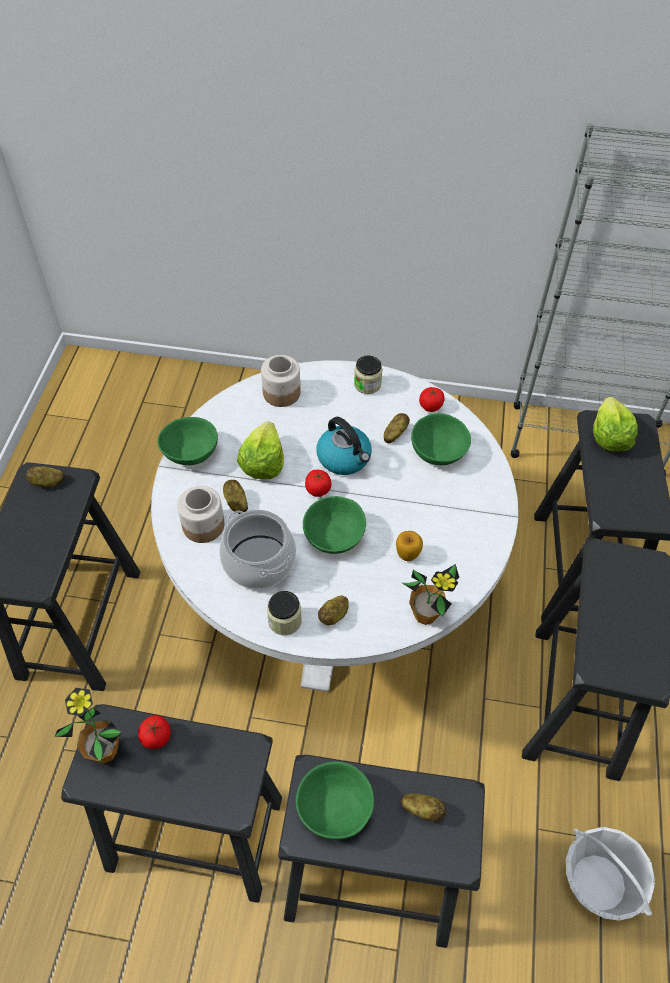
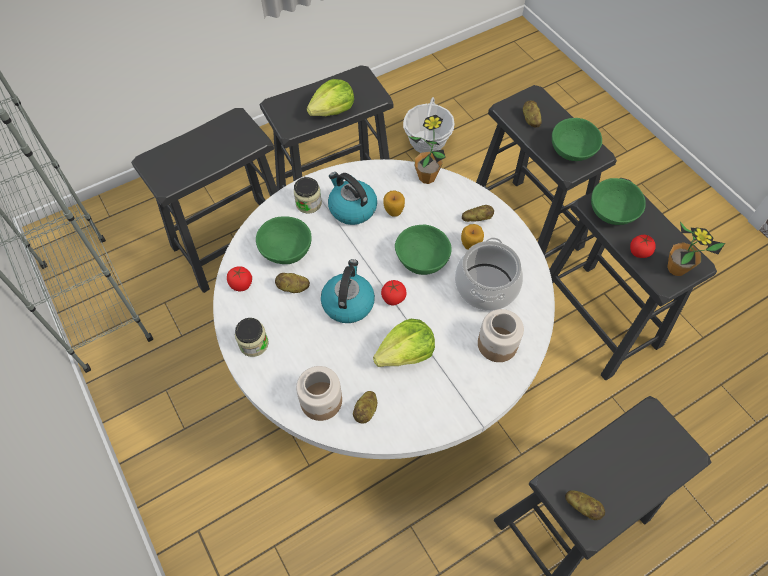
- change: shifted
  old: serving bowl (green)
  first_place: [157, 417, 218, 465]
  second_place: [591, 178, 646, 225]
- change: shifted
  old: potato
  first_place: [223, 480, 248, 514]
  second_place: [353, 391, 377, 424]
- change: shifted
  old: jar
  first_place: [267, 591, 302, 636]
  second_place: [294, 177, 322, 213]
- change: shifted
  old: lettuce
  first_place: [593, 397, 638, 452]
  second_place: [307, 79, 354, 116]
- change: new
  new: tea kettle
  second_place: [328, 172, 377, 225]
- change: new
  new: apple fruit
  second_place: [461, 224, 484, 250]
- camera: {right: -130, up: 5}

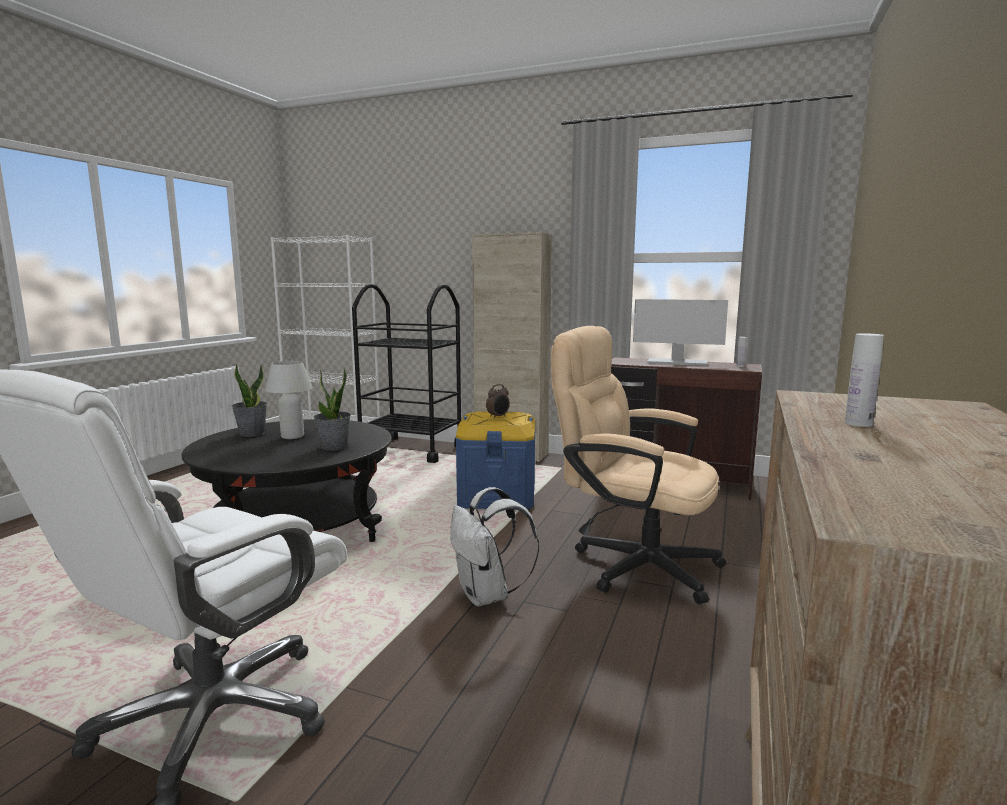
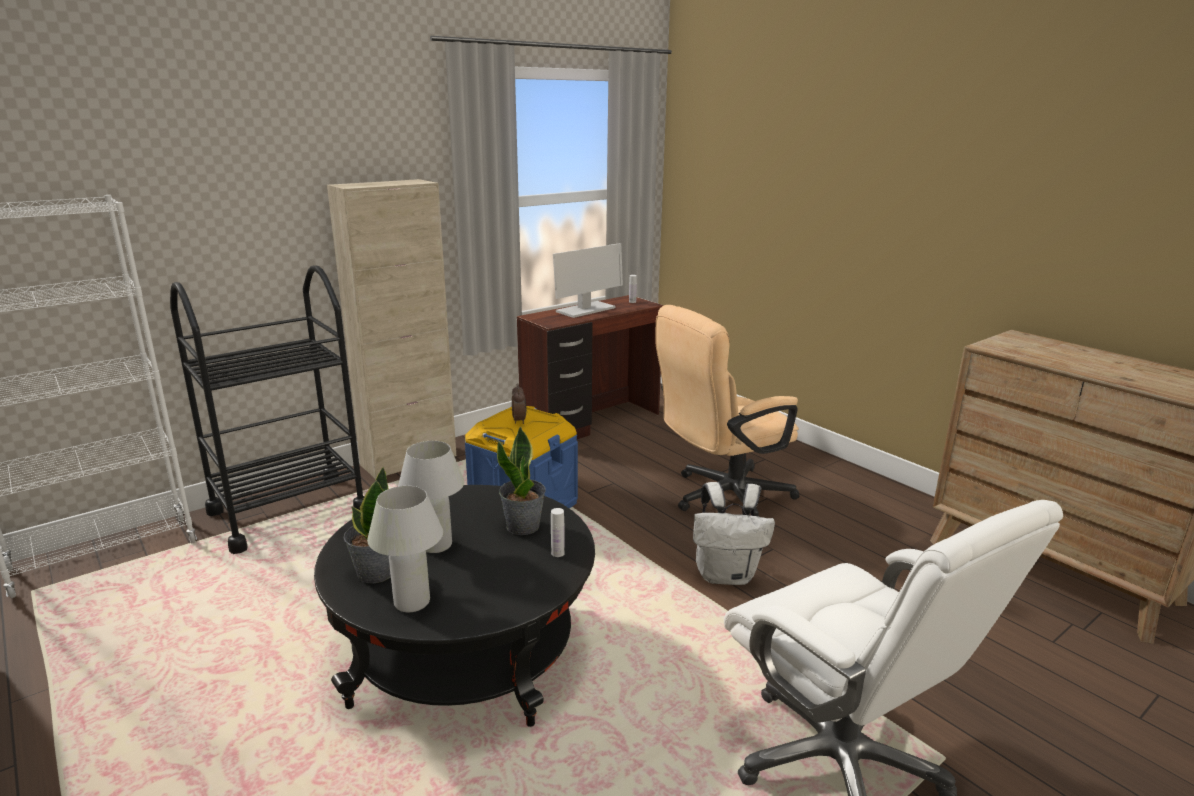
- change: shifted
  old: beverage bottle (whitish)
  first_place: [845, 333, 884, 427]
  second_place: [551, 508, 565, 557]
- change: new
  new: lamp for a table (whitish)
  second_place: [367, 486, 443, 612]
- camera: {right: -60, up: 10}

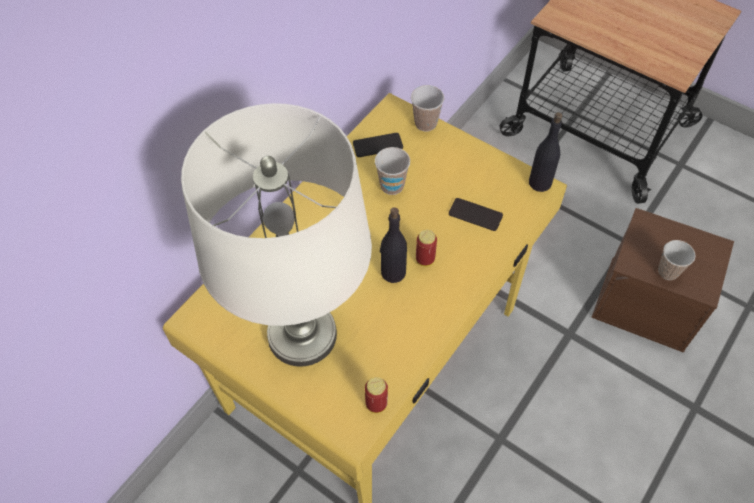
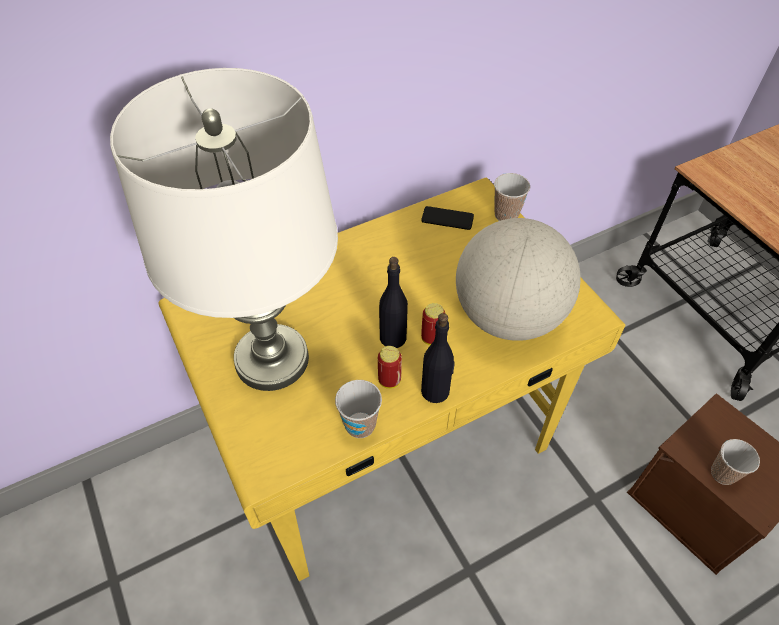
- change: shifted
  old: metal can
  first_place: [365, 377, 388, 413]
  second_place: [378, 346, 402, 389]
- change: shifted
  old: drinking cup
  first_place: [375, 147, 410, 195]
  second_place: [335, 380, 382, 438]
- change: swapped
  old: handset
  new: world globe
  first_place: [449, 198, 503, 231]
  second_place: [456, 218, 581, 341]
- change: shifted
  old: beverage bottle (black)
  first_place: [529, 112, 562, 192]
  second_place: [421, 313, 455, 403]
- camera: {right: 25, up: -5}

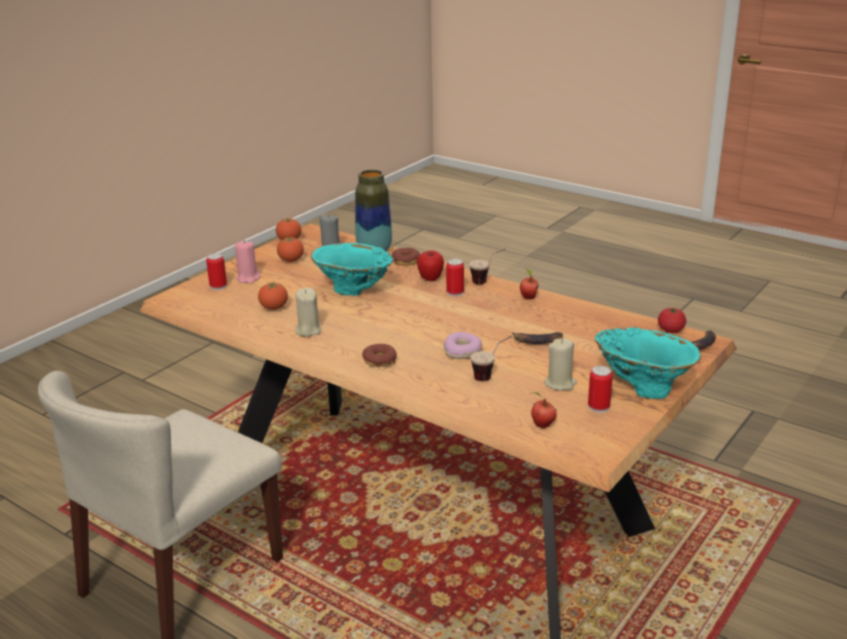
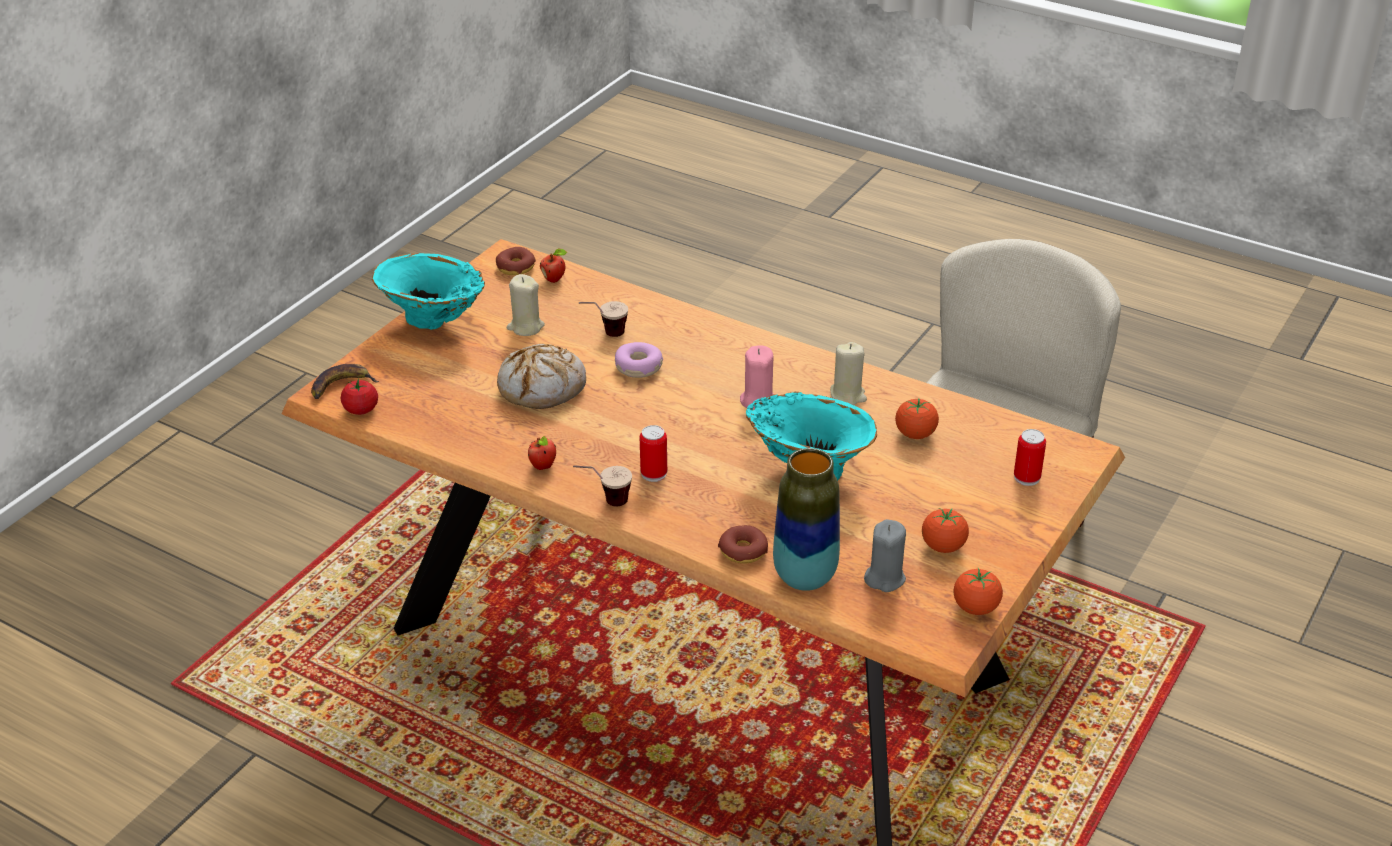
- change: shifted
  old: wax candle (pink-coloured)
  first_place: [235, 240, 260, 283]
  second_place: [740, 345, 774, 410]
- change: shifted
  old: doughnut
  first_place: [362, 344, 397, 367]
  second_place: [496, 247, 536, 275]
- change: gone
  old: apple fruit
  first_place: [417, 250, 444, 281]
- change: swapped
  old: whole banana
  new: bakery bread
  first_place: [512, 332, 563, 344]
  second_place: [497, 344, 586, 409]
- change: gone
  old: metal can
  first_place: [588, 366, 613, 413]
- camera: {right: 175, up: 10}

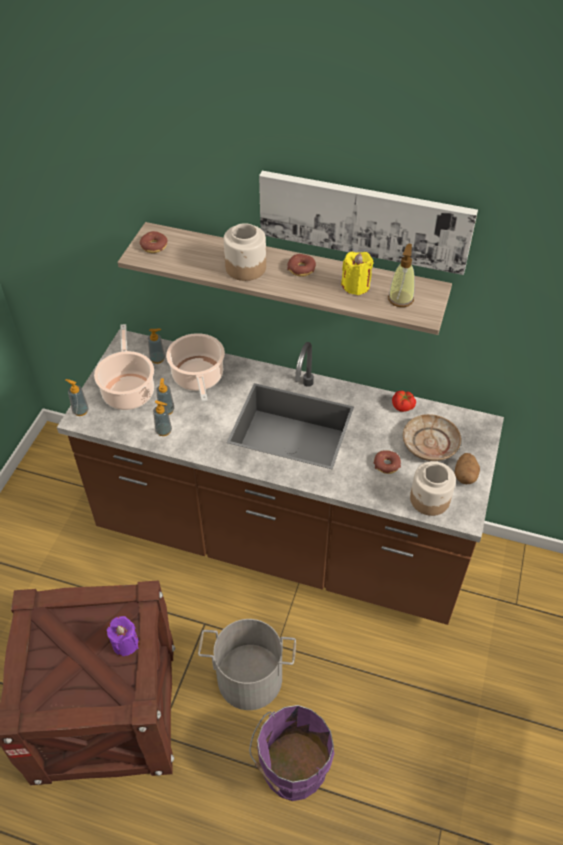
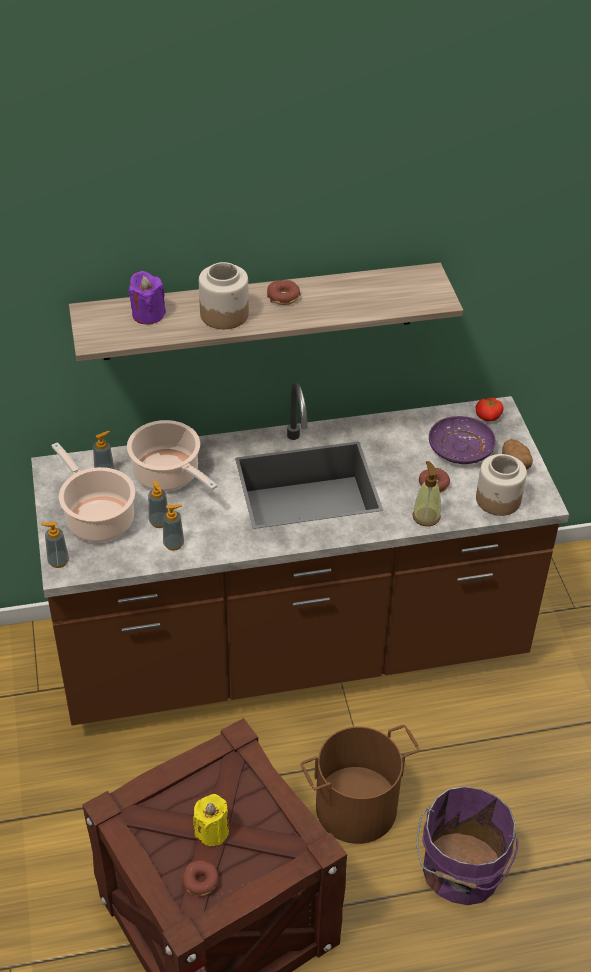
- change: shifted
  old: wax candle (purplish)
  first_place: [107, 616, 139, 656]
  second_place: [129, 271, 166, 325]
- change: shifted
  old: doughnut
  first_place: [140, 231, 168, 253]
  second_place: [182, 861, 219, 896]
- change: repainted
  old: water bucket (grey)
  new: water bucket (brownish)
  first_place: [198, 619, 296, 710]
  second_place: [301, 725, 420, 844]
- change: gone
  old: picture
  first_place: [259, 171, 478, 275]
- change: shifted
  old: wax candle (yellow)
  first_place: [341, 252, 374, 295]
  second_place: [193, 794, 229, 846]
- change: shifted
  old: liquid soap bottle
  first_place: [388, 243, 415, 307]
  second_place: [413, 461, 441, 526]
- change: shifted
  old: tomato
  first_place: [392, 391, 416, 412]
  second_place: [476, 398, 504, 422]
- change: repainted
  old: dinner plate (beige-coloured)
  new: dinner plate (purplish)
  first_place: [403, 414, 461, 461]
  second_place: [429, 416, 496, 464]
- camera: {right: -30, up: -5}

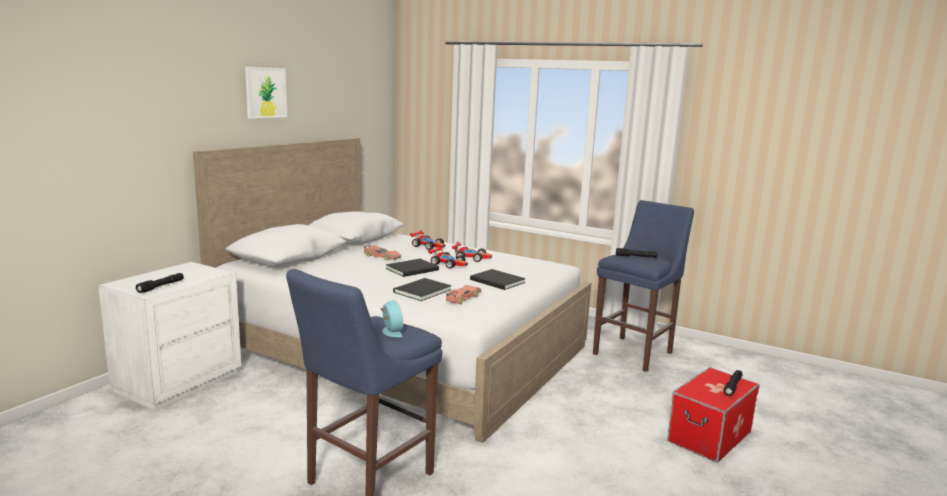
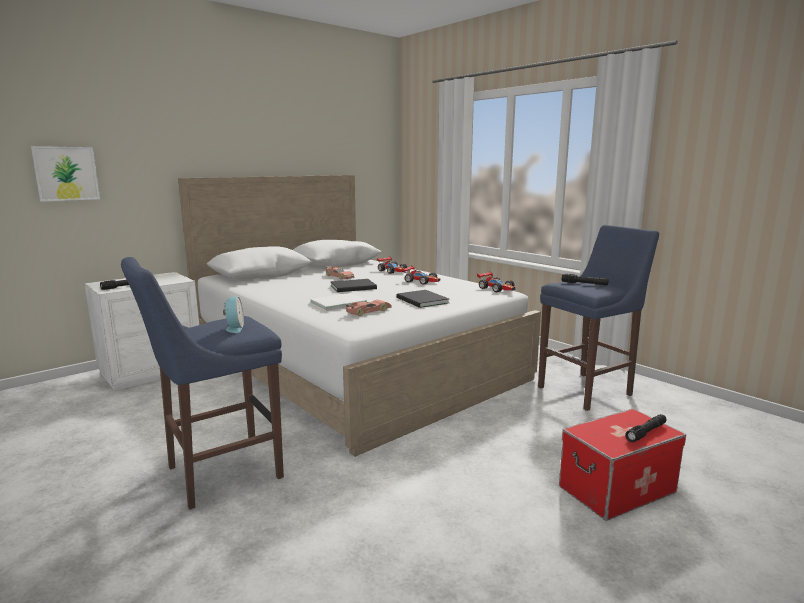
- change: shifted
  old: picture
  first_place: [245, 67, 287, 118]
  second_place: [31, 146, 100, 202]
- change: repainted
  old: volume (black)
  new: volume (whitish)
  first_place: [393, 278, 452, 301]
  second_place: [311, 293, 367, 311]
- change: shifted
  old: toy car
  first_place: [428, 246, 468, 269]
  second_place: [477, 271, 516, 292]
- camera: {right: 20, up: 0}

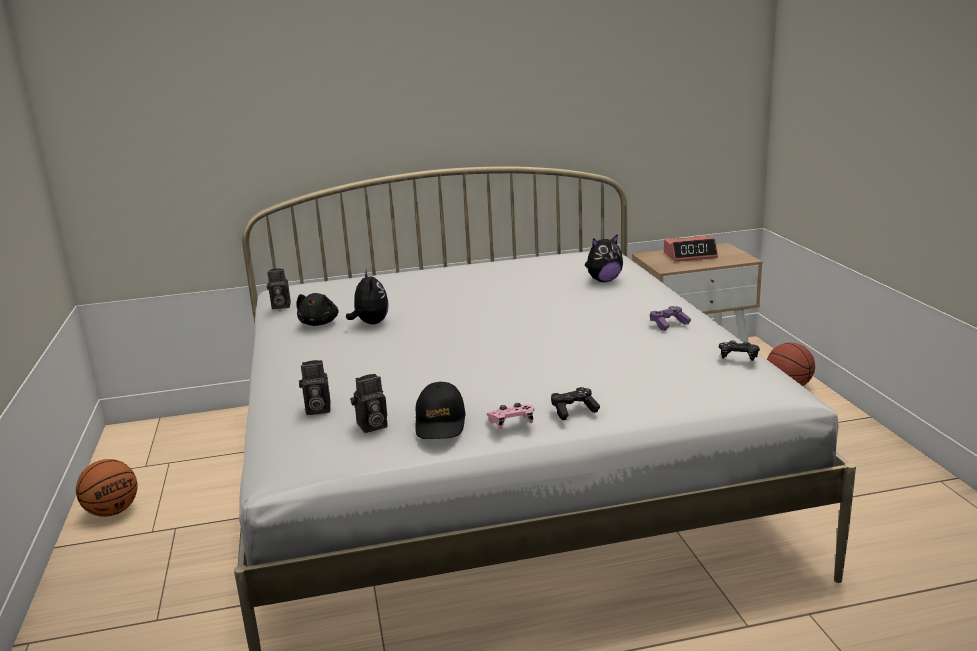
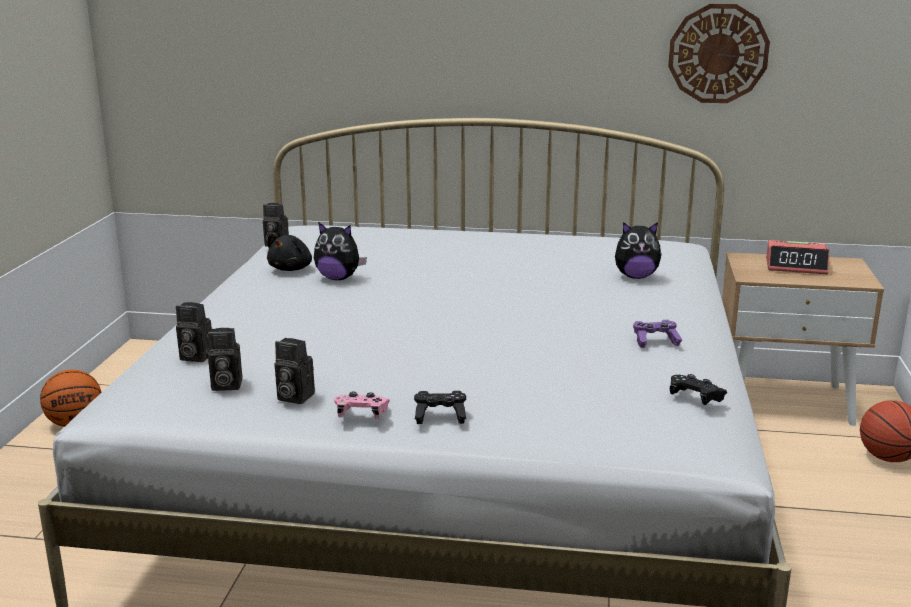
- change: rotated
  old: plush toy
  first_place: [346, 269, 389, 324]
  second_place: [314, 222, 367, 280]
  degrees: 105
- change: swapped
  old: peaked cap (black)
  new: still camera
  first_place: [415, 382, 466, 439]
  second_place: [275, 338, 315, 404]
- change: new
  new: hanging clock
  second_place: [668, 4, 770, 103]
- camera: {right: 20, up: 0}

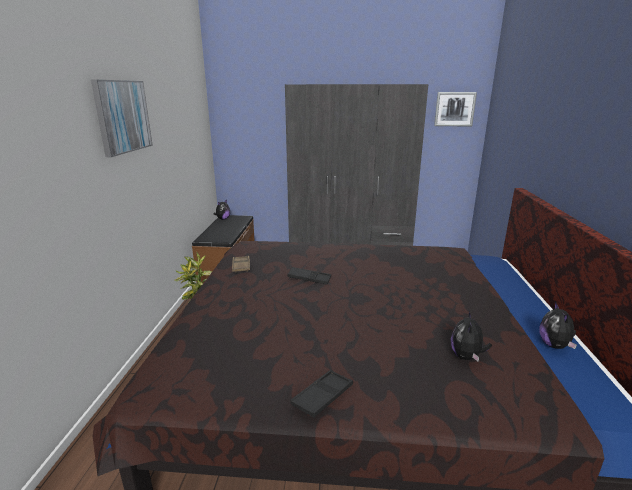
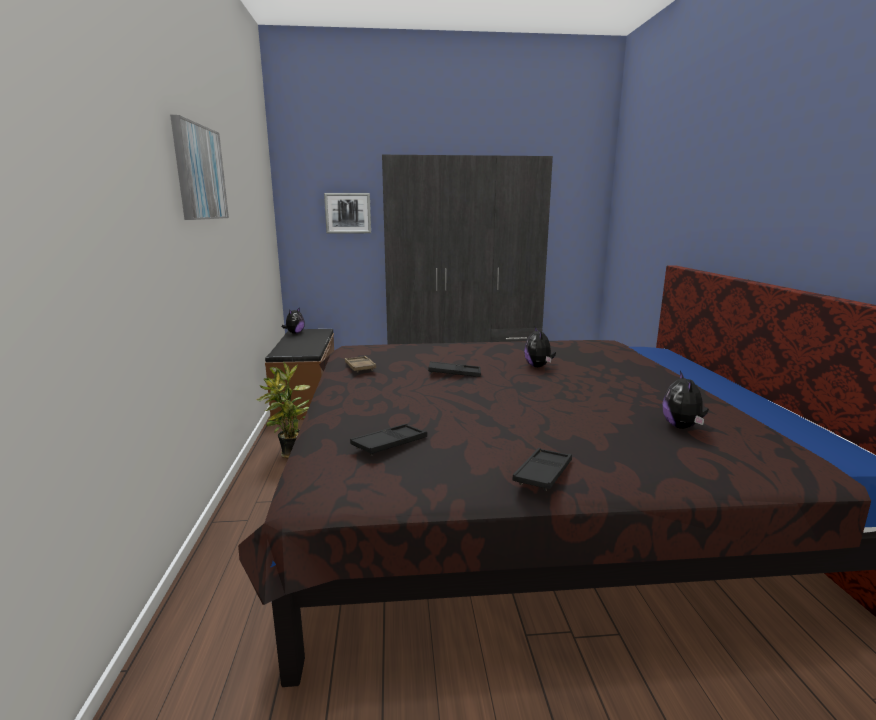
- change: shifted
  old: picture
  first_place: [434, 92, 477, 126]
  second_place: [324, 193, 371, 234]
- change: shifted
  old: plush toy
  first_place: [539, 302, 577, 349]
  second_place: [524, 327, 556, 367]
- change: new
  new: carrying tray (black)
  second_place: [350, 424, 427, 456]
- camera: {right: -10, up: -5}

